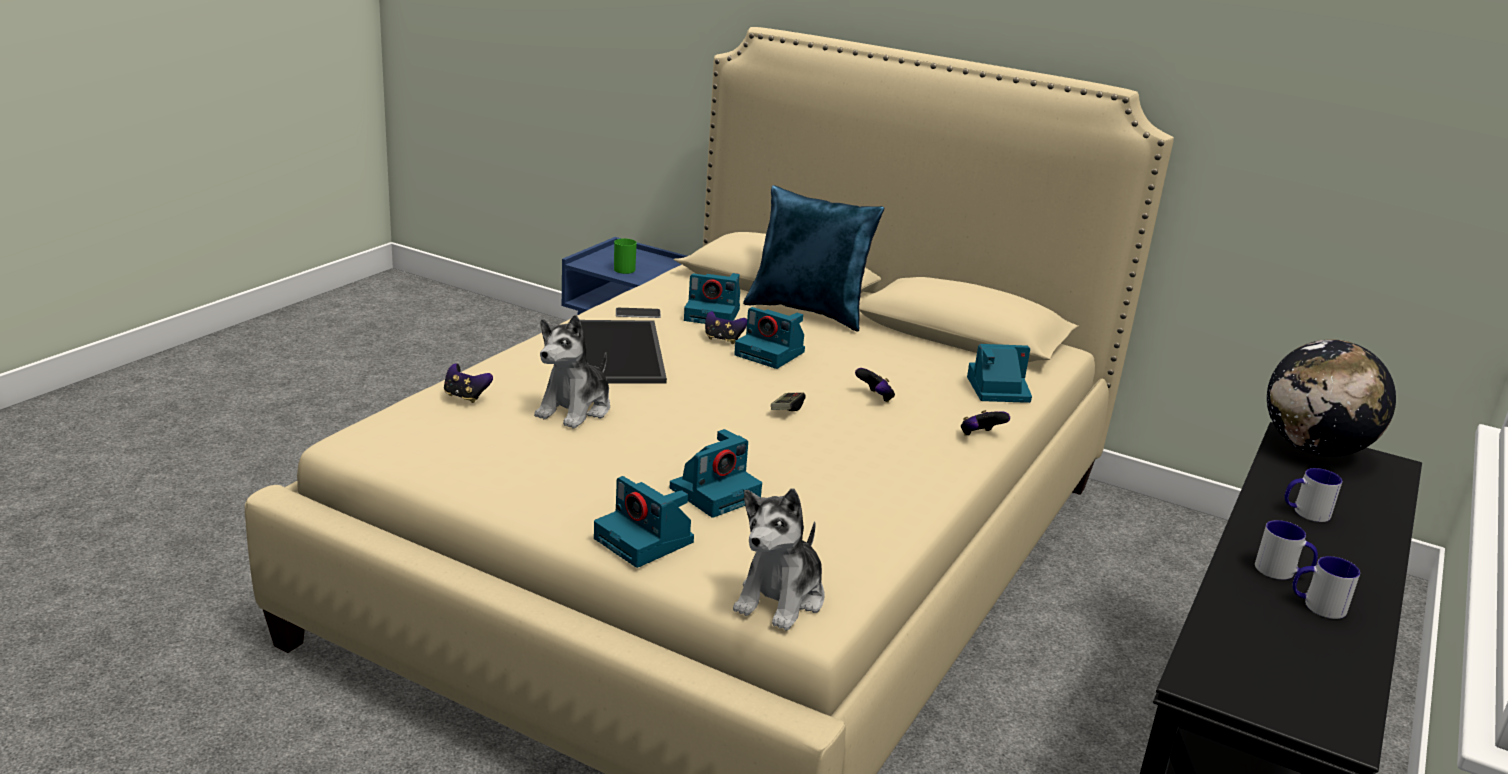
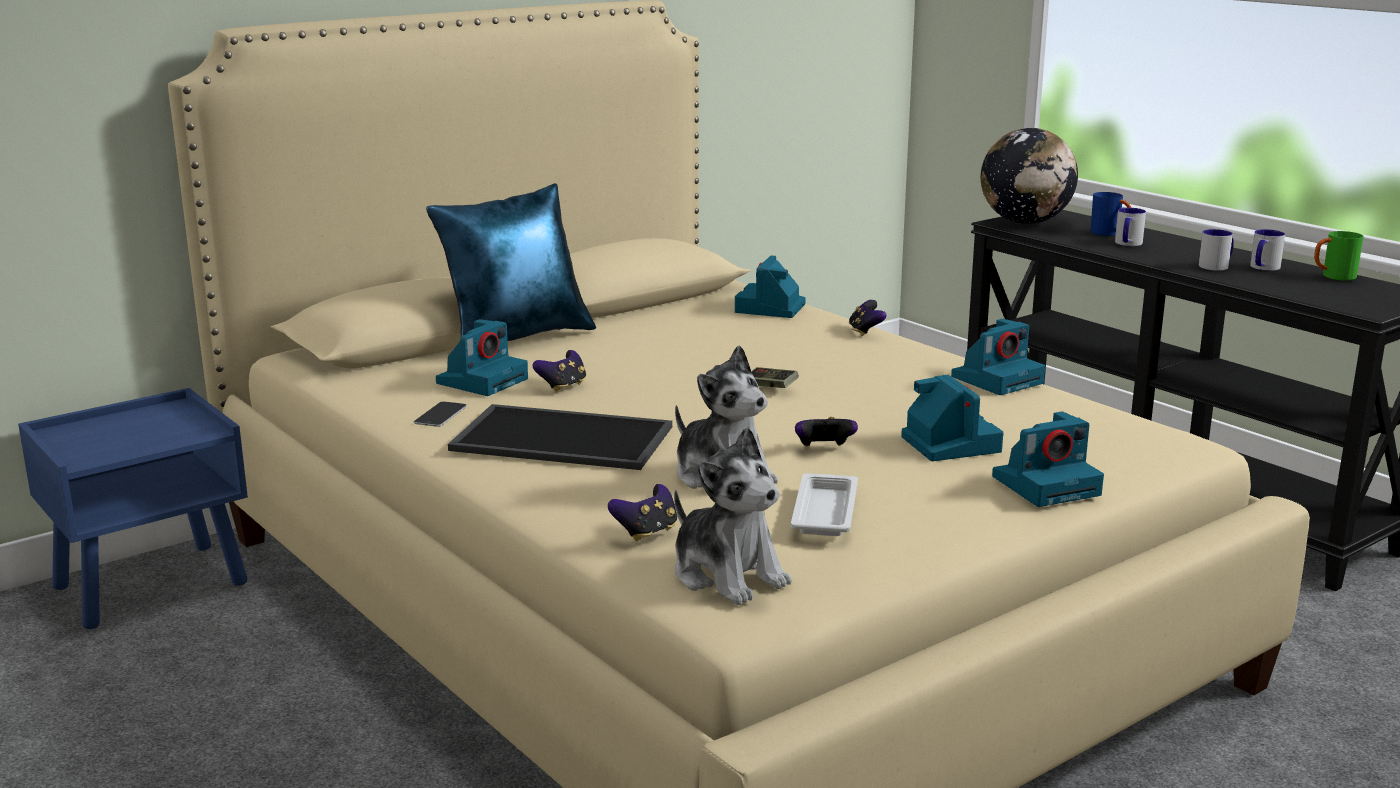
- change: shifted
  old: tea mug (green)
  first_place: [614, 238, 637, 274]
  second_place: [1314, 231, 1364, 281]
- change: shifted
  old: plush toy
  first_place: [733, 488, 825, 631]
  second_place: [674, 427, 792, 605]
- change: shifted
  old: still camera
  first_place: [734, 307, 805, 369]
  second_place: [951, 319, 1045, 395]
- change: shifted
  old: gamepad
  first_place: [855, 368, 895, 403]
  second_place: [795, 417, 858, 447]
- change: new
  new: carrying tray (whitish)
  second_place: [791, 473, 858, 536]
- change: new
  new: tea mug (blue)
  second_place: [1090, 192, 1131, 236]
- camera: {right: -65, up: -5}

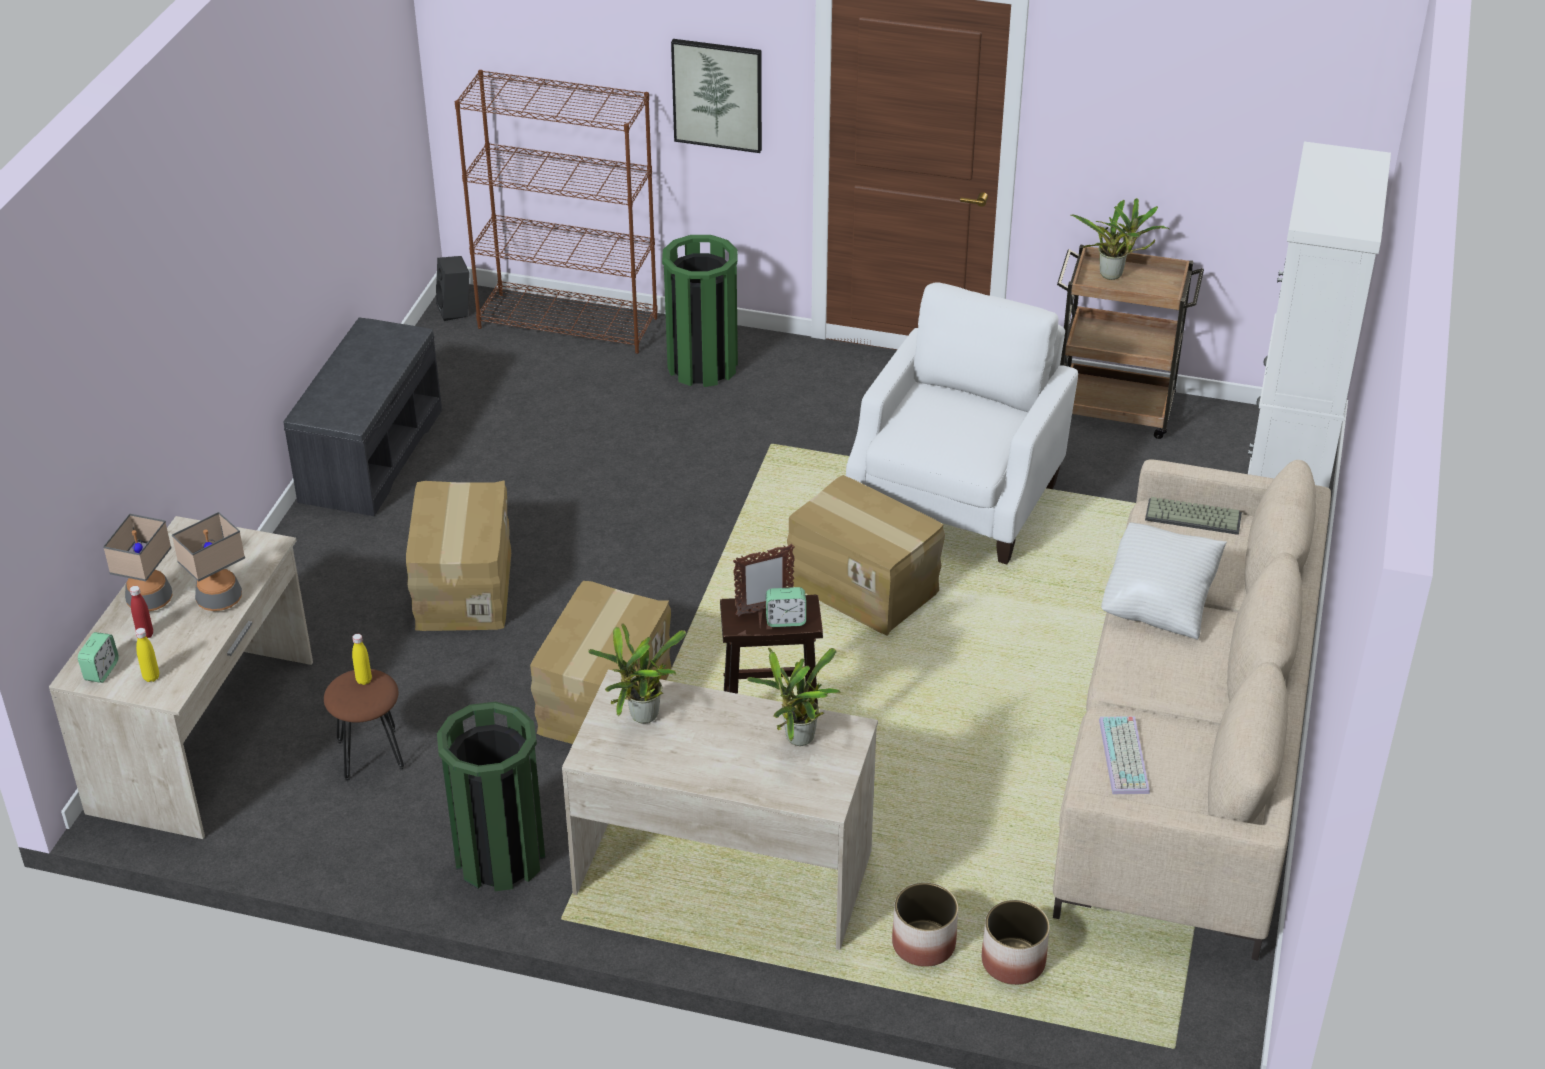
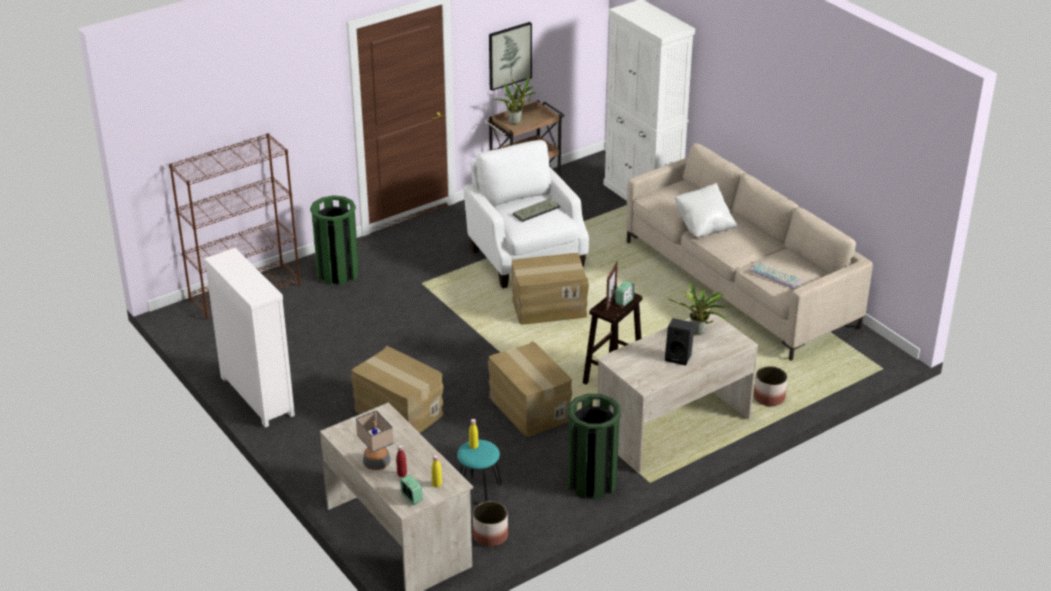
- change: gone
  old: lamp for a table
  first_place: [172, 512, 245, 611]
- change: swapped
  old: bench (grey)
  new: chest of drawers (whitish)
  first_place: [284, 318, 442, 516]
  second_place: [204, 248, 295, 428]
- change: repainted
  old: sitting stool (brownish)
  new: sitting stool (turquoise)
  first_place: [324, 669, 404, 781]
  second_place: [457, 440, 502, 502]
- change: shifted
  old: speaker (black)
  first_place: [436, 256, 469, 321]
  second_place: [665, 318, 695, 365]
- change: gone
  old: houseplant
  first_place: [588, 623, 686, 724]
- change: shifted
  old: picture
  first_place: [671, 39, 762, 153]
  second_place: [489, 22, 532, 91]
- change: shifted
  old: planter
  first_place: [982, 900, 1050, 985]
  second_place: [473, 501, 508, 547]
- change: shifted
  old: computer keyboard
  first_place: [1145, 497, 1242, 535]
  second_place: [512, 199, 560, 222]
- camera: {right: -50, up: -5}

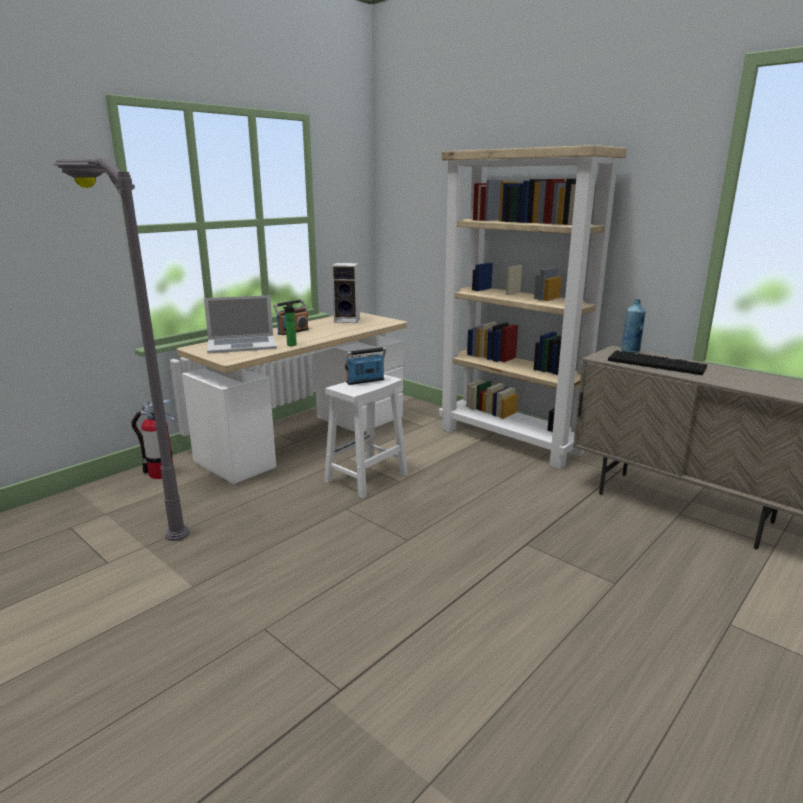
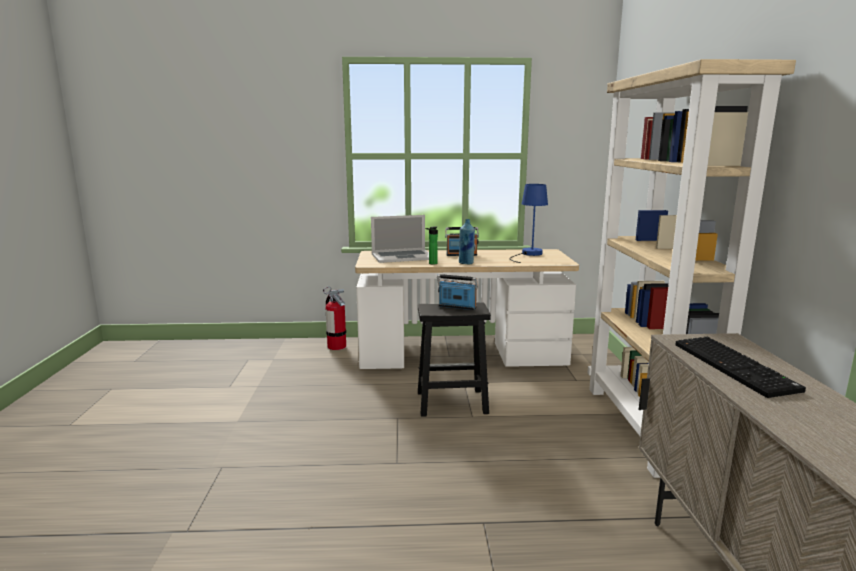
- change: gone
  old: standard lamp (grey)
  first_place: [53, 158, 190, 541]
- change: rotated
  old: notebook computer
  first_place: [204, 295, 277, 354]
  second_place: [371, 215, 429, 263]
  degrees: -45
- change: repainted
  old: sitting stool (whitish)
  new: sitting stool (black)
  first_place: [324, 375, 408, 499]
  second_place: [418, 302, 491, 417]
- change: swapped
  old: speaker
  new: lamp for a table (blue)
  first_place: [332, 263, 360, 323]
  second_place: [509, 184, 548, 263]
- change: shifted
  old: beverage bottle (blue)
  first_place: [621, 299, 646, 353]
  second_place: [459, 219, 475, 264]
- camera: {right: 45, up: -5}

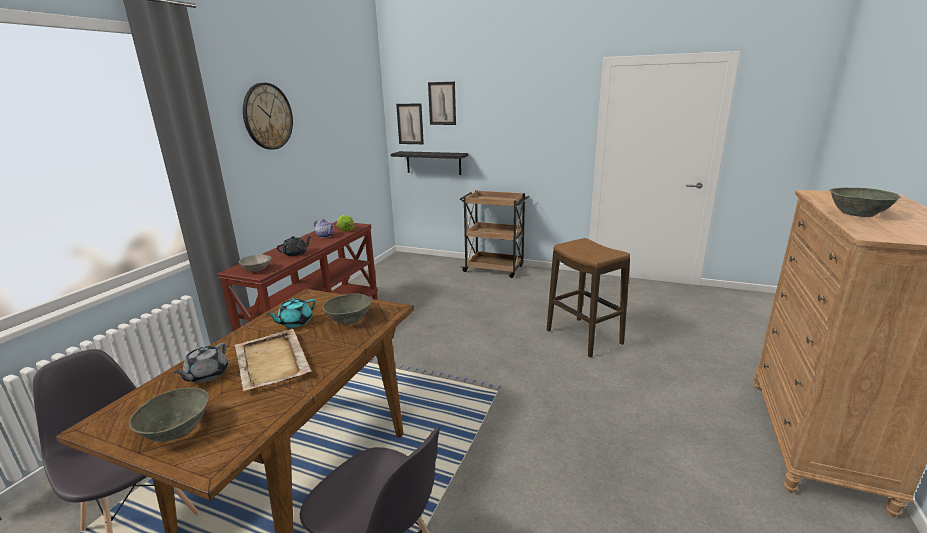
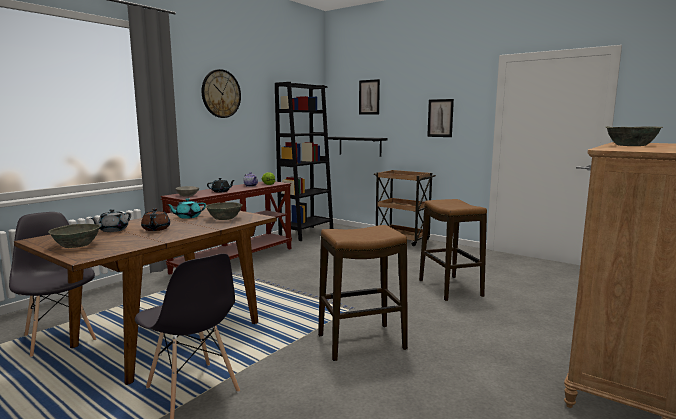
- change: swapped
  old: carrying tray (beige-coloured)
  new: pot for tea (brownish)
  first_place: [234, 329, 311, 391]
  second_place: [141, 208, 170, 231]
- change: shifted
  old: picture
  first_place: [396, 104, 424, 144]
  second_place: [427, 99, 454, 137]
- change: new
  new: shelving unit (black)
  second_place: [275, 82, 333, 241]
- change: new
  new: sitting stool
  second_place: [318, 225, 408, 361]
- camera: {right: 15, up: -10}

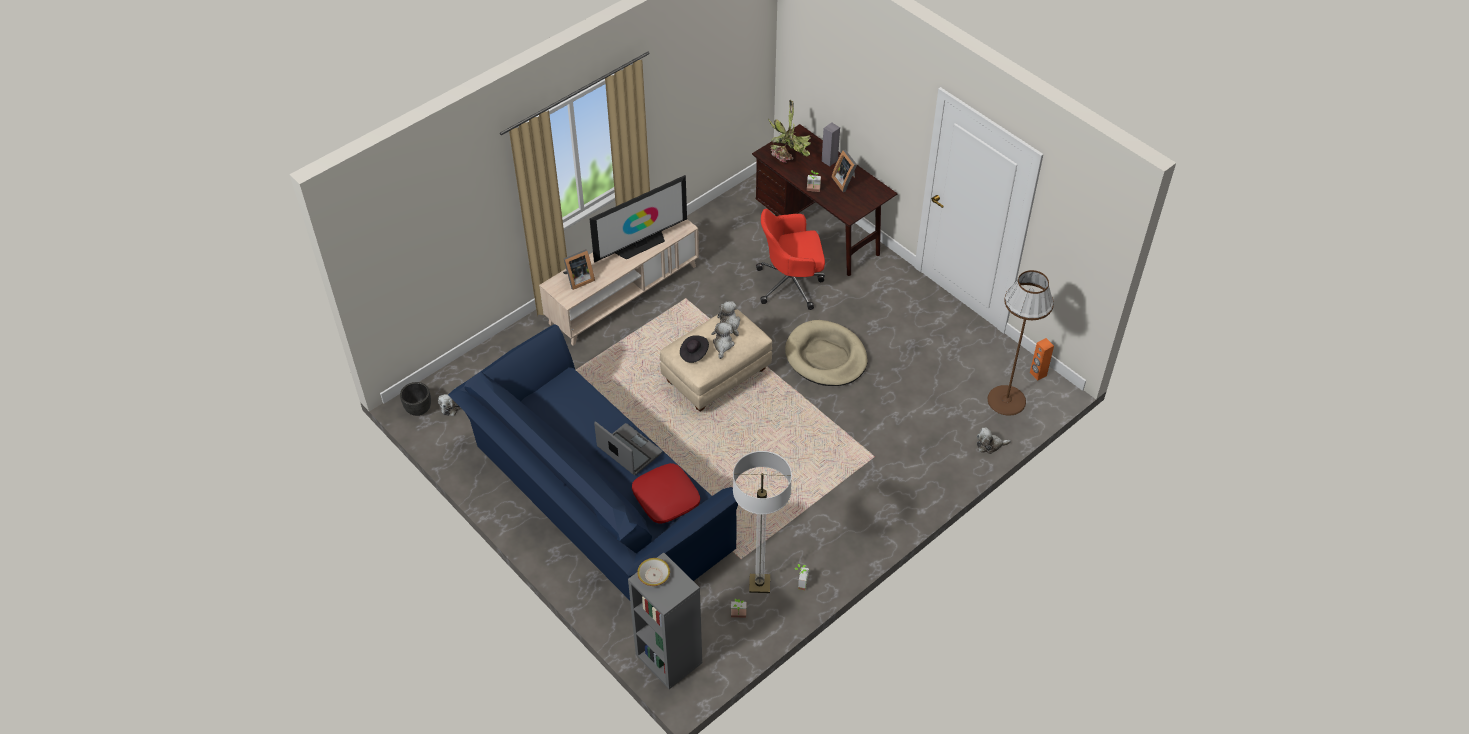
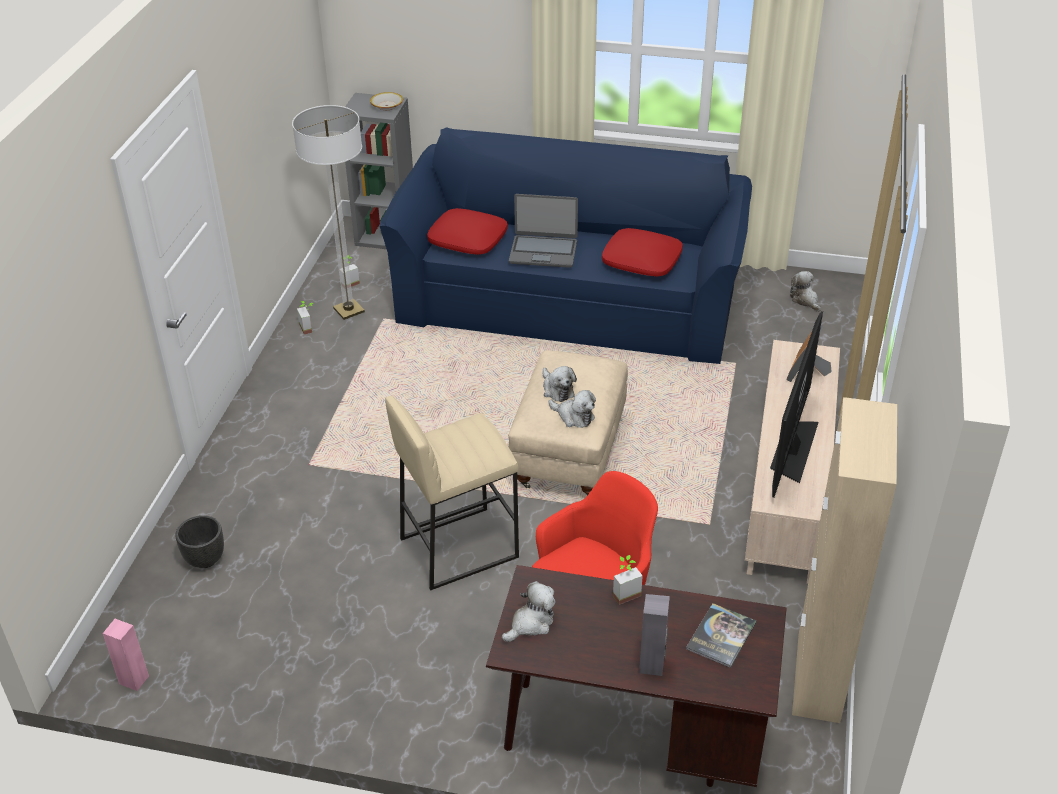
- change: shifted
  old: planter (black)
  first_place: [400, 382, 431, 416]
  second_place: [175, 515, 224, 568]
- change: gone
  old: hat (black)
  first_place: [680, 335, 709, 363]
- change: swapped
  old: houseplant
  new: volume
  first_place: [768, 100, 811, 163]
  second_place: [686, 603, 757, 668]
- change: swapped
  old: dog cushion (beige-coloured)
  new: sitting stool (beige-coloured)
  first_place: [785, 320, 868, 386]
  second_place: [385, 396, 519, 590]
- change: gone
  old: picture frame
  first_place: [832, 150, 857, 192]
- change: shifted
  old: plush toy
  first_place: [977, 427, 1011, 454]
  second_place: [502, 581, 555, 642]
- change: gone
  old: standard lamp (brownish)
  first_place: [988, 270, 1054, 416]
- change: repainted
  old: speaker (orange-coloured)
  new: speaker (pink-coloured)
  first_place: [1030, 338, 1054, 380]
  second_place: [103, 619, 149, 691]
- change: new
  new: cushion (red)
  second_place: [602, 228, 683, 277]
- change: new
  new: cabinet (beige-coloured)
  second_place: [792, 397, 897, 723]
- camera: {right: 145, up: -10}

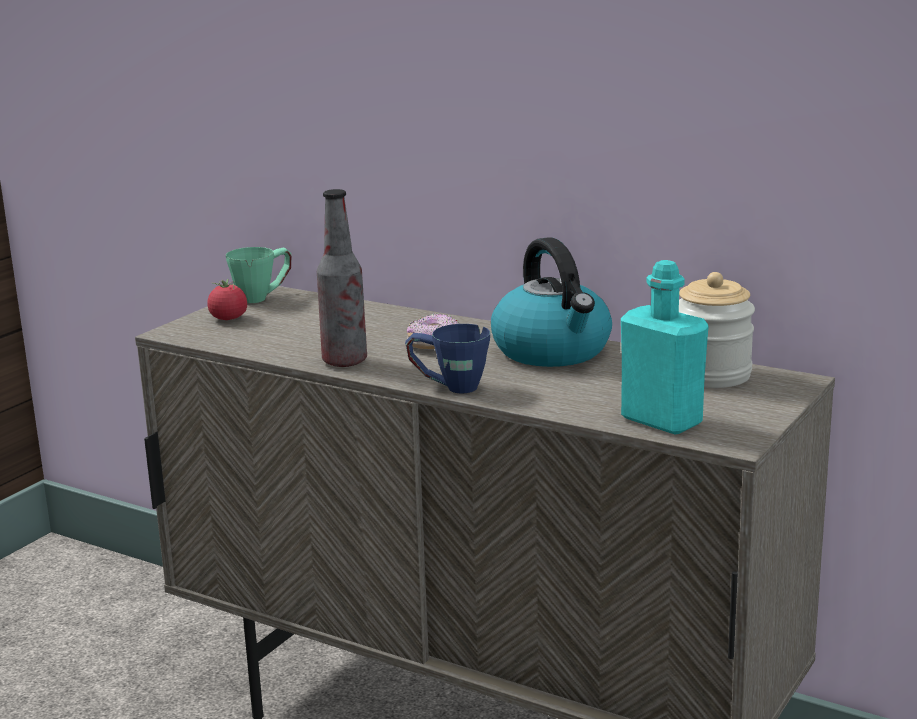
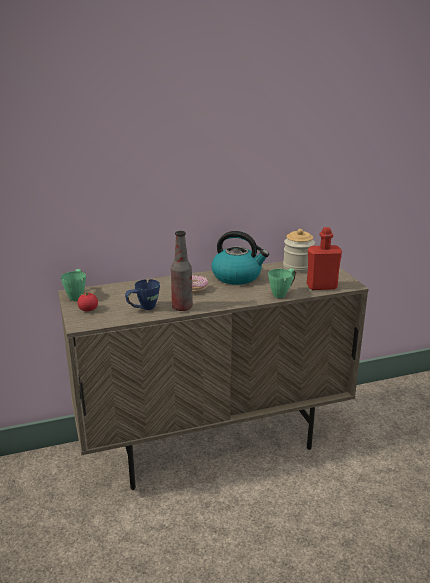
- change: shifted
  old: tea mug (blue)
  first_place: [405, 324, 490, 393]
  second_place: [125, 279, 160, 310]
- change: repainted
  old: beverage bottle (turquoise)
  new: beverage bottle (red)
  first_place: [621, 260, 709, 434]
  second_place: [307, 227, 342, 290]
- change: new
  new: tea mug (green)
  second_place: [268, 268, 296, 298]
- camera: {right: -50, up: 5}

